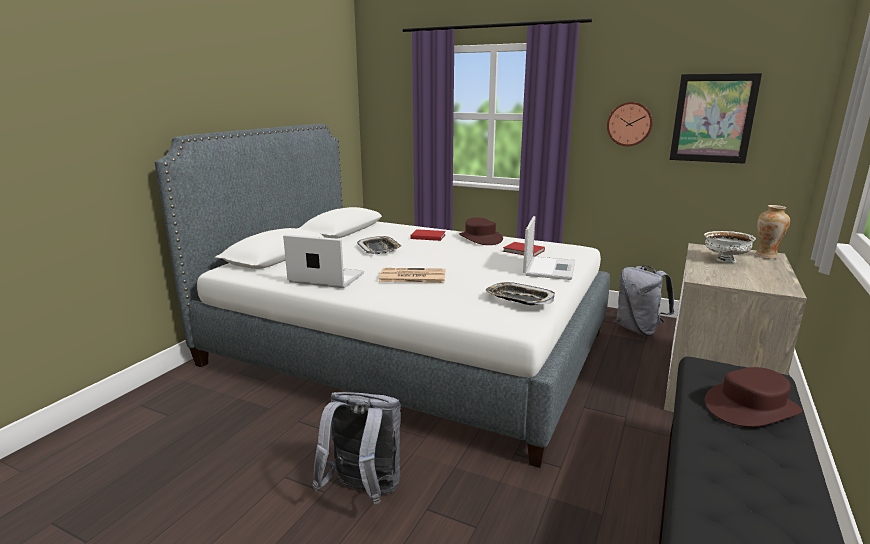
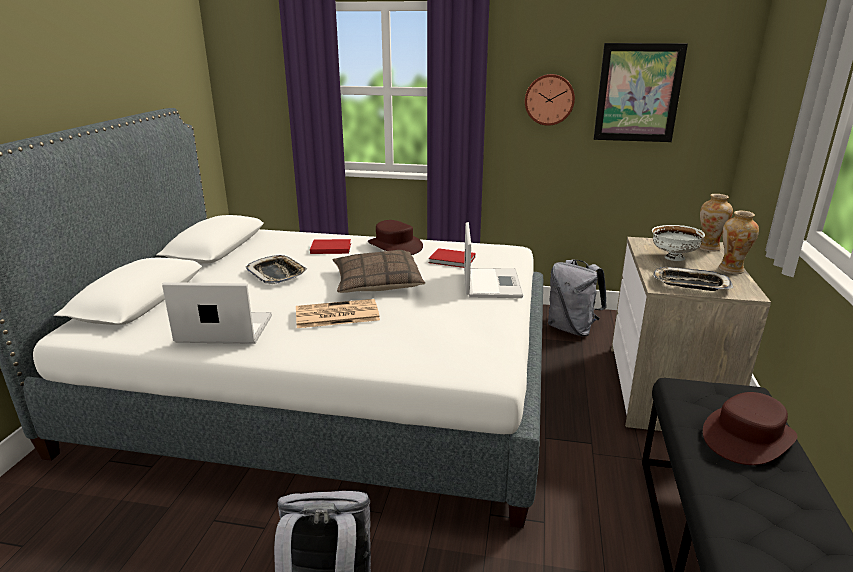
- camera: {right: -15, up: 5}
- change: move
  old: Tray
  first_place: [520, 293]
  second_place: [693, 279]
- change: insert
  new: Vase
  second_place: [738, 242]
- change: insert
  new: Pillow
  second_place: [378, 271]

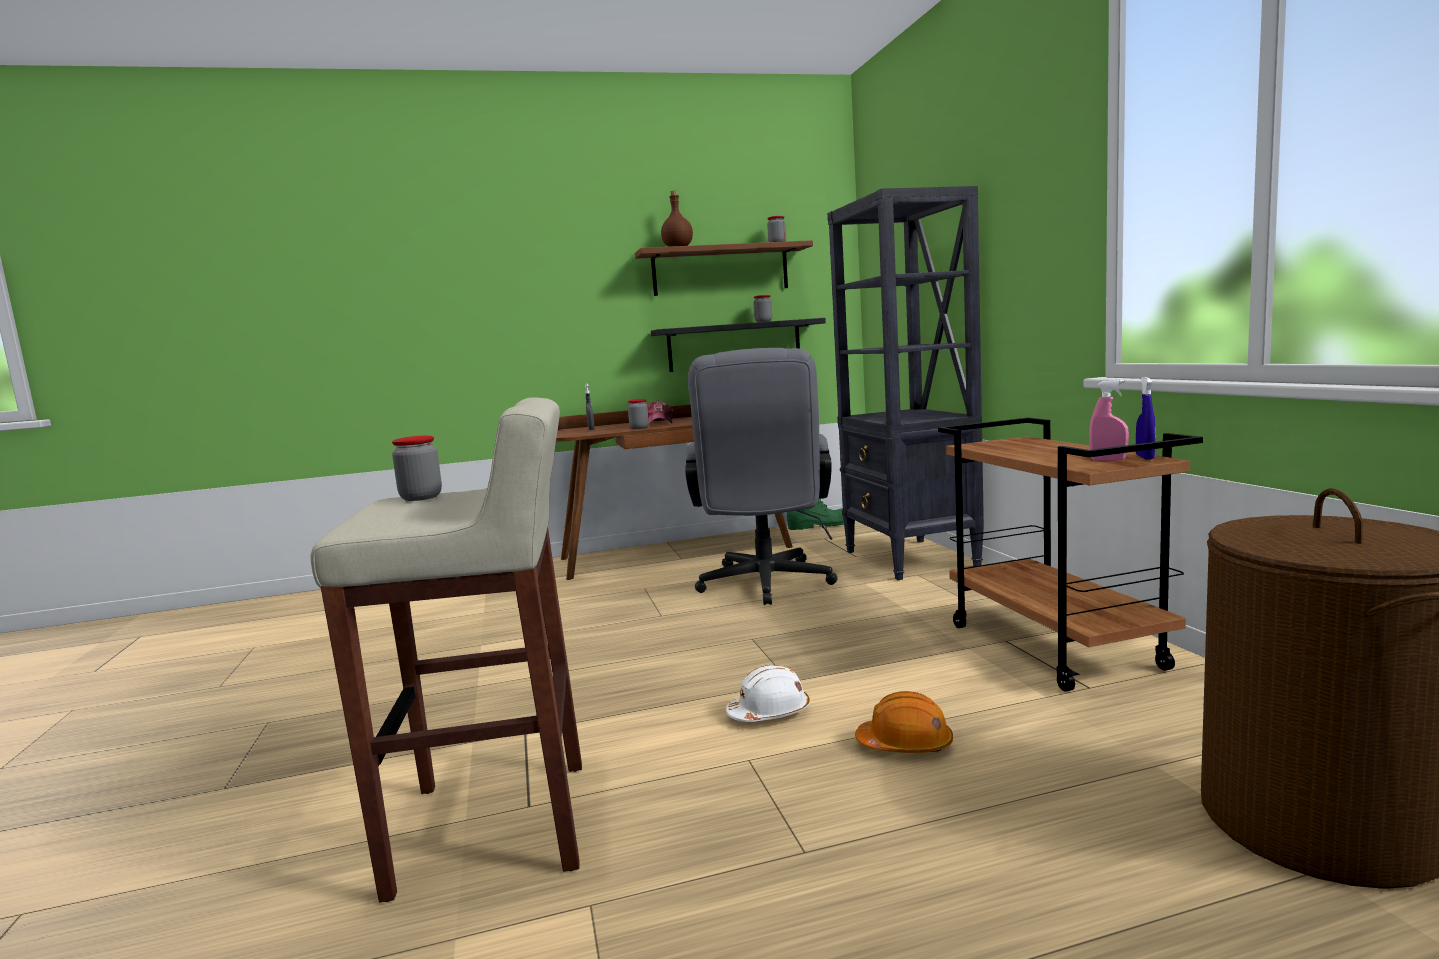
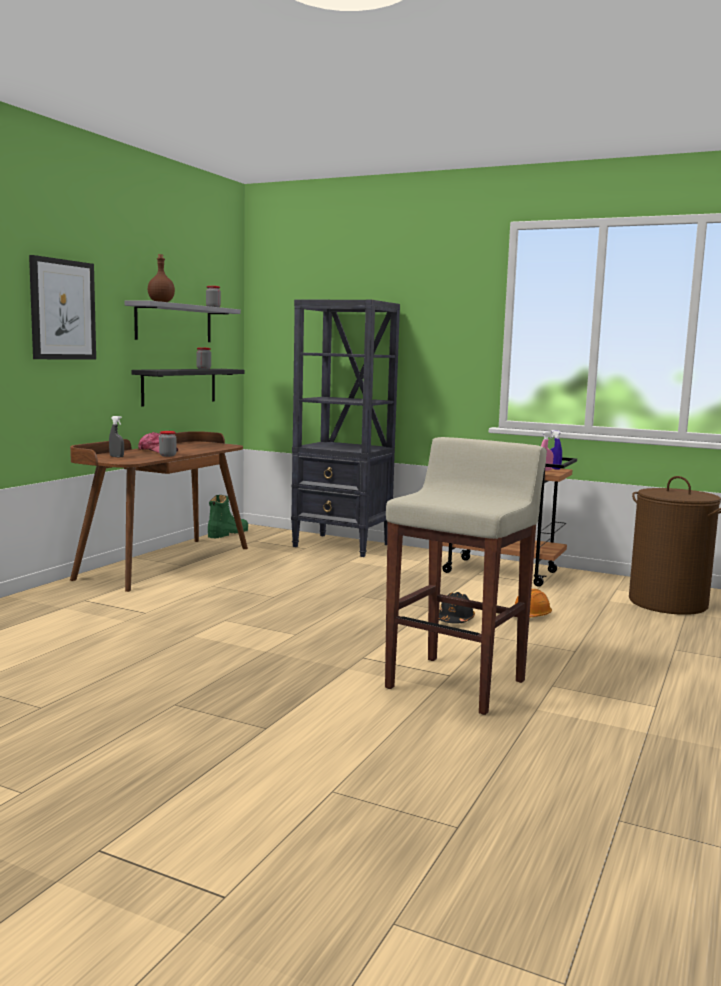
- camera: {right: -50, up: 0}
- change: recolor
  old: BrownShelf
  new: GreyShelf
  first_place: [723, 268]
  second_place: [183, 321]
- change: delete
  old: GreyOfficeChair
  first_place: [761, 476]
- change: delete
  old: Jar
  first_place: [417, 468]
- change: recolor
  old: WhiteHardHat
  new: BlackHardHat
  first_place: [768, 693]
  second_place: [457, 607]
- change: insert
  new: Picture
  second_place: [62, 307]

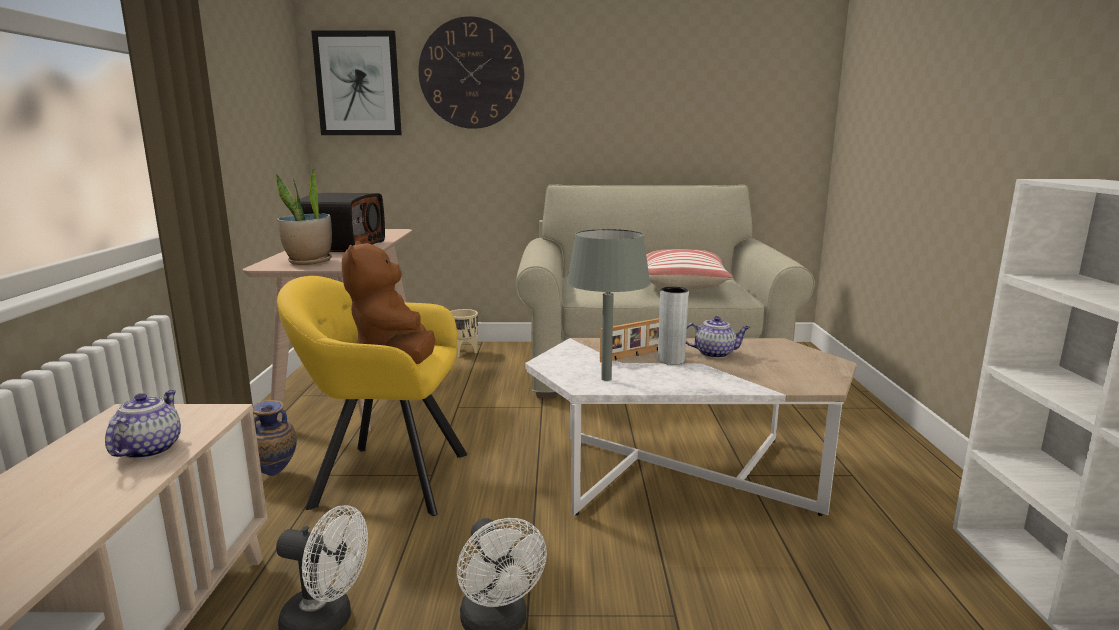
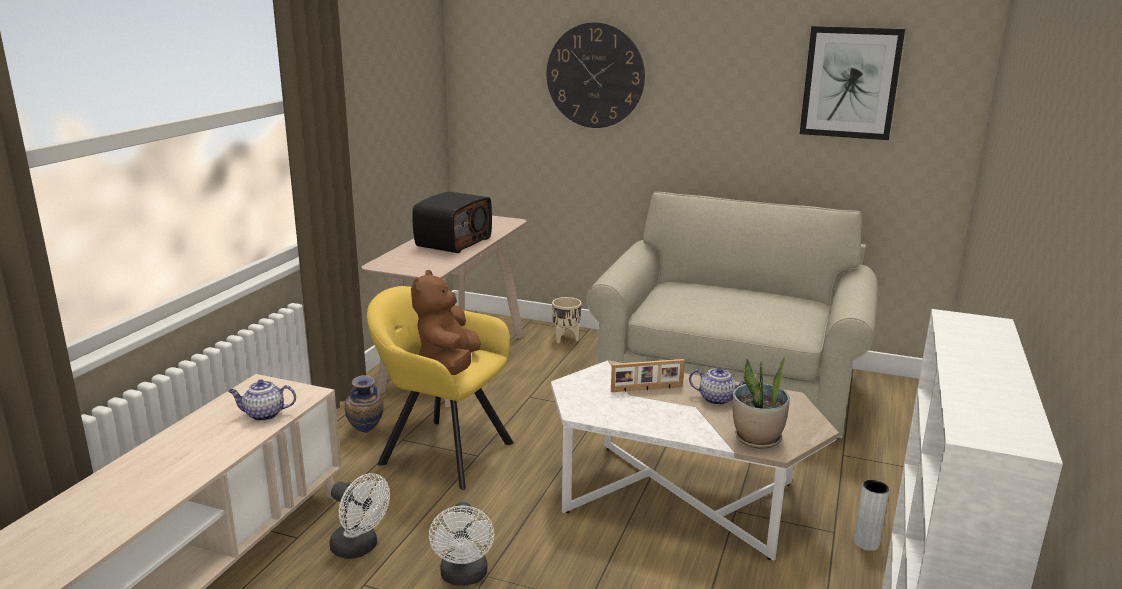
- camera: {right: 20, up: 5}
- change: move
  old: Picture
  first_place: [356, 83]
  second_place: [852, 83]
- change: move
  old: PottedPlant
  first_place: [304, 216]
  second_place: [761, 401]
- change: delete
  old: GreyTableLamp
  first_place: [609, 305]
- change: delete
  old: Pillow
  first_place: [689, 269]
- change: move
  old: GreyVase
  first_place: [673, 326]
  second_place: [871, 515]
- change: rotate
  old: Teapot
  first_place: [143, 424]
  second_place: [262, 400]
  degrees: -120

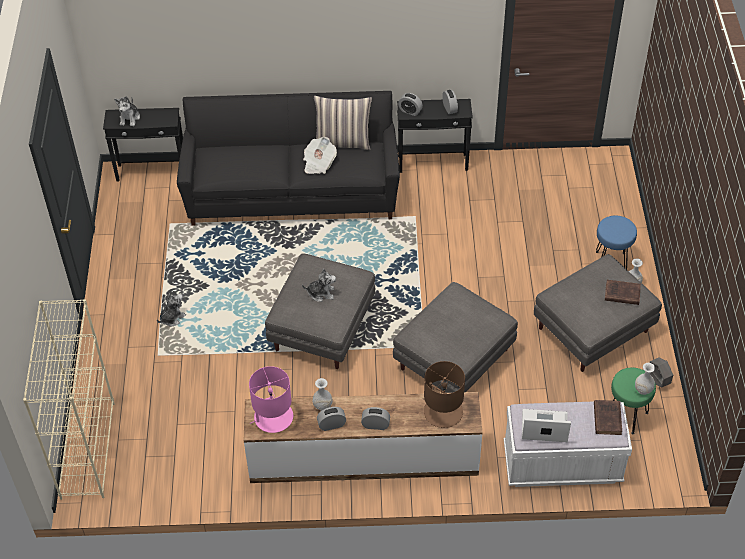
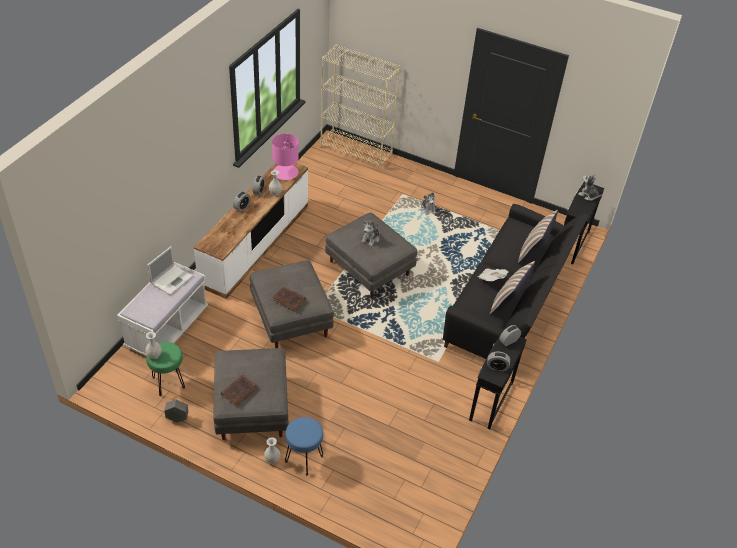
- camera: {right: 115, up: -5}
- change: delete
  old: BrownTableLamp
  first_place: [444, 394]
- change: move
  old: BrownBook
  first_place: [608, 417]
  second_place: [289, 298]
- change: insert
  new: Pillow
  second_place: [538, 236]

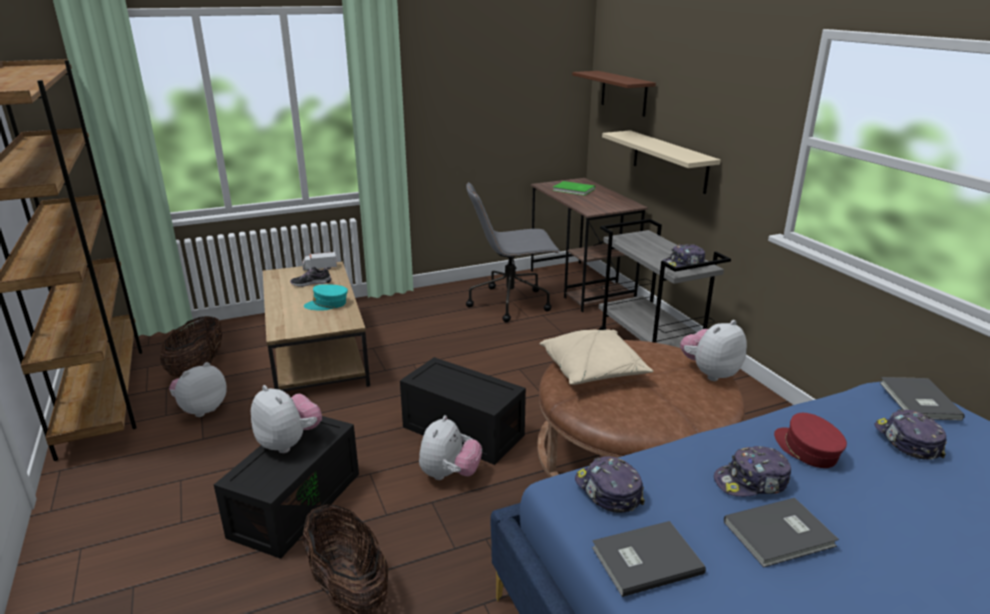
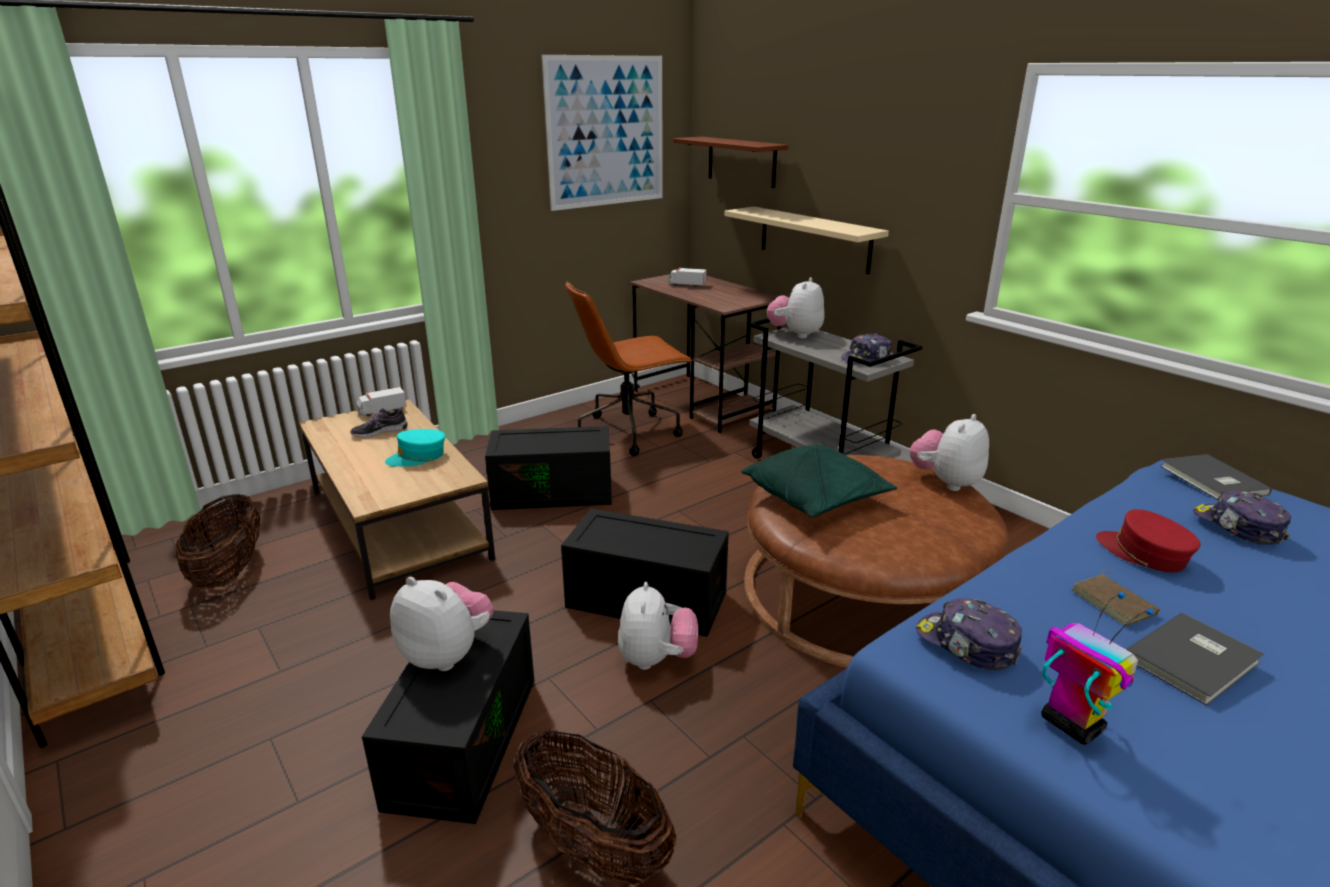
- camera: {right: -15, up: 0}
- change: replace
  old: GreenBook
  new: ToyTruck
  first_place: [574, 188]
  second_place: [687, 277]
- change: recolor
  old: GreyOfficeChair
  new: BrownOfficeChair
  first_place: [513, 252]
  second_place: [629, 368]
- change: recolor
  old: BeigePillow
  new: GreenPillow
  first_place: [596, 357]
  second_place: [819, 480]
- change: move
  old: PlushToy
  first_place: [198, 389]
  second_place: [796, 307]
- change: replace
  old: Cap
  new: BrownBook
  first_place: [752, 471]
  second_place: [1115, 598]
- change: replace
  old: GreyBook
  new: ToyRobot
  first_place: [649, 559]
  second_place: [1097, 668]
- change: insert
  new: Picture
  second_place: [601, 133]
- change: insert
  new: BlackStorageBox
  second_place: [548, 468]

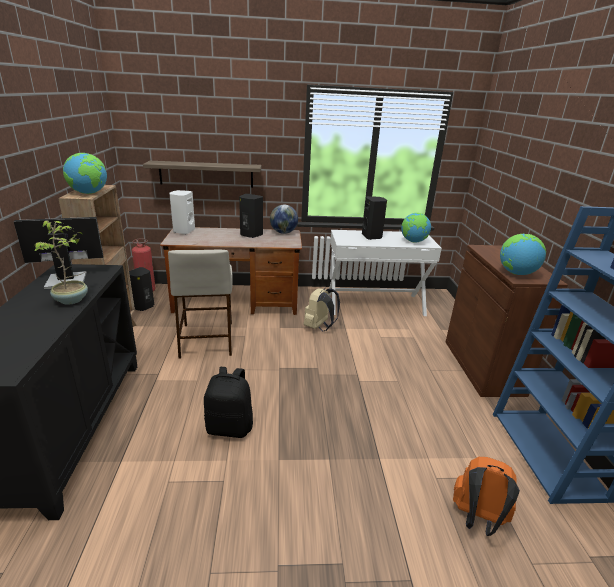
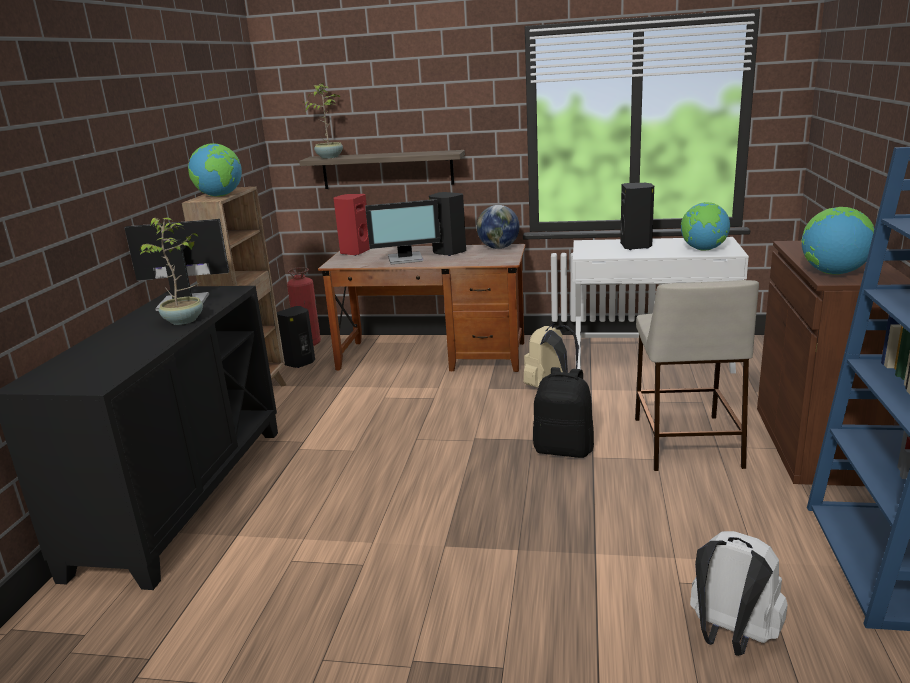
- camera: {right: 15, up: -5}
- change: recolor
  old: WhiteSpeaker
  new: RedSpeaker
  first_place: [182, 212]
  second_place: [352, 225]
- change: move
  old: BeigeStool
  first_place: [200, 304]
  second_place: [697, 375]
- change: move
  old: BlackBackpack
  first_place: [228, 402]
  second_place: [563, 412]
- change: recolor
  old: OrangeBackpack
  new: WhiteBackpack
  first_place: [486, 496]
  second_place: [739, 593]
- change: insert
  new: PottedPlant
  second_place: [322, 121]
- change: insert
  new: Monitor
  second_place: [402, 231]

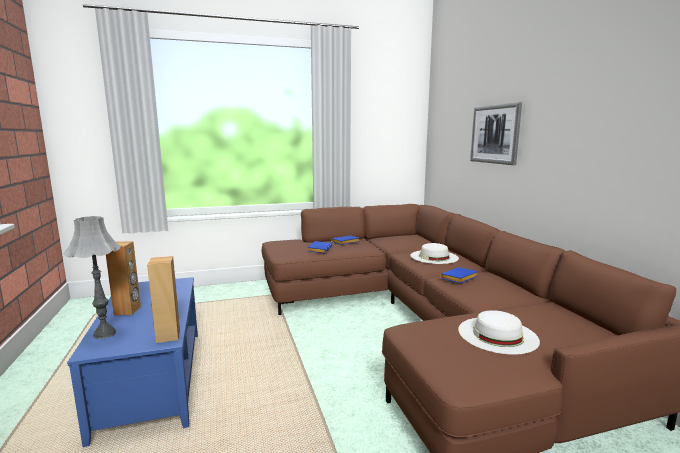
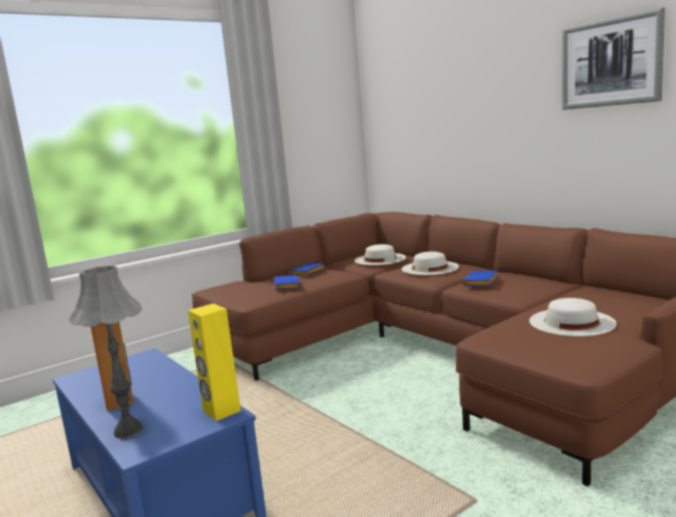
- camera: {right: -20, up: 0}
- change: move
  old: Picture
  first_place: [496, 133]
  second_place: [613, 59]
- change: recolor
  old: BrownSpeaker
  new: YellowSpeaker
  first_place: [163, 299]
  second_place: [214, 362]
- change: insert
  new: WhiteHat
  second_place: [380, 254]

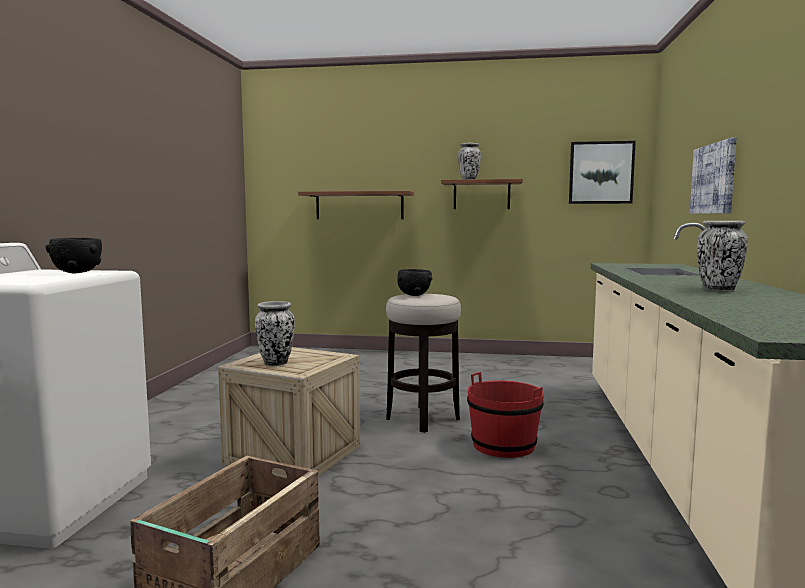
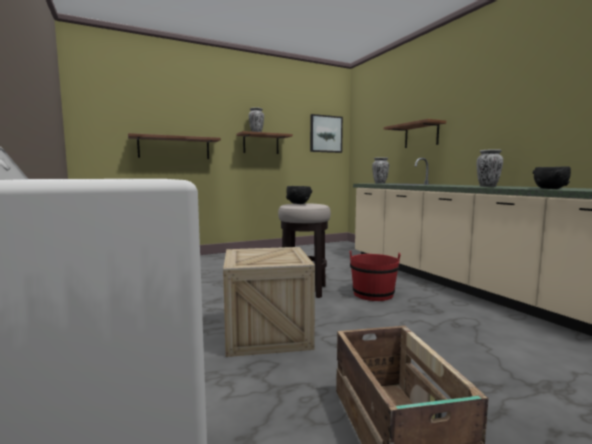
- camera: {right: -35, up: 0}
- change: replace
  old: Picture
  new: BrownShelf
  first_place: [713, 175]
  second_place: [415, 133]
- change: move
  old: BlackBowl
  first_place: [73, 255]
  second_place: [552, 177]
- change: move
  old: Vase
  first_place: [275, 333]
  second_place: [380, 170]

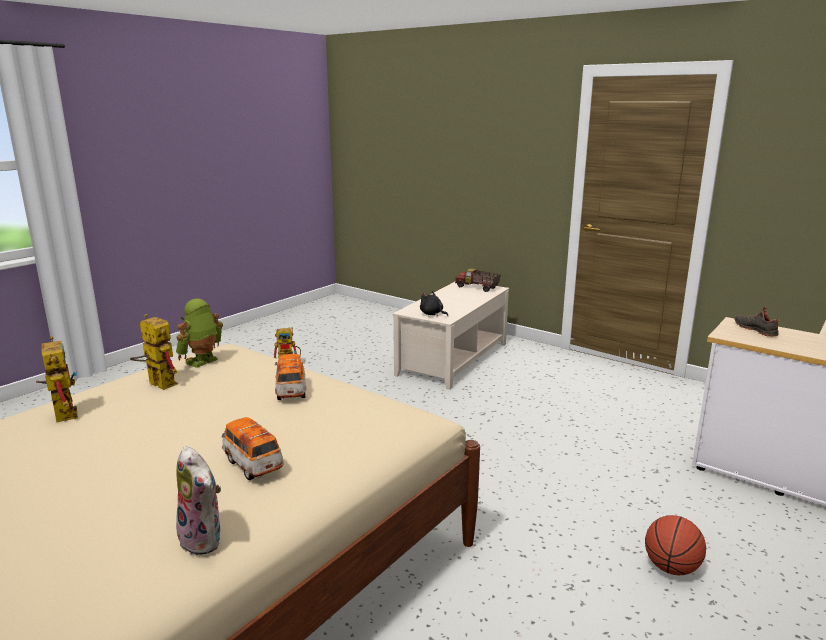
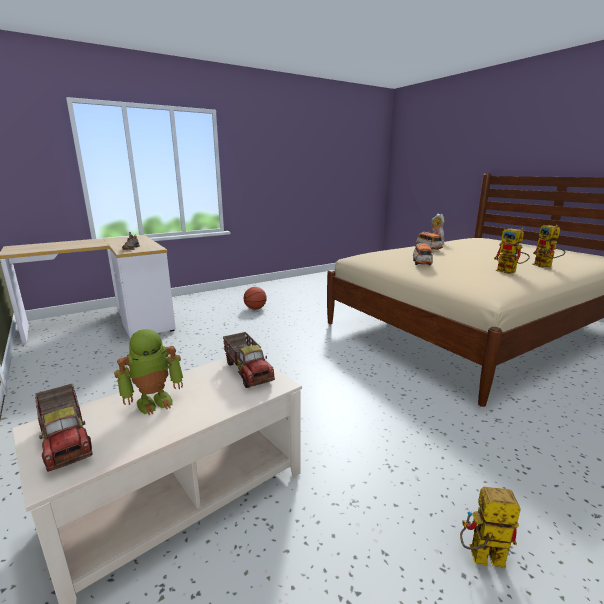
- camera: {right: -160, up: 0}
- change: replace
  old: BlackPlushToy
  new: ToyTruck
  first_place: [434, 303]
  second_place: [249, 360]
- change: move
  old: ToyRobot
  first_place: [199, 333]
  second_place: [149, 372]

